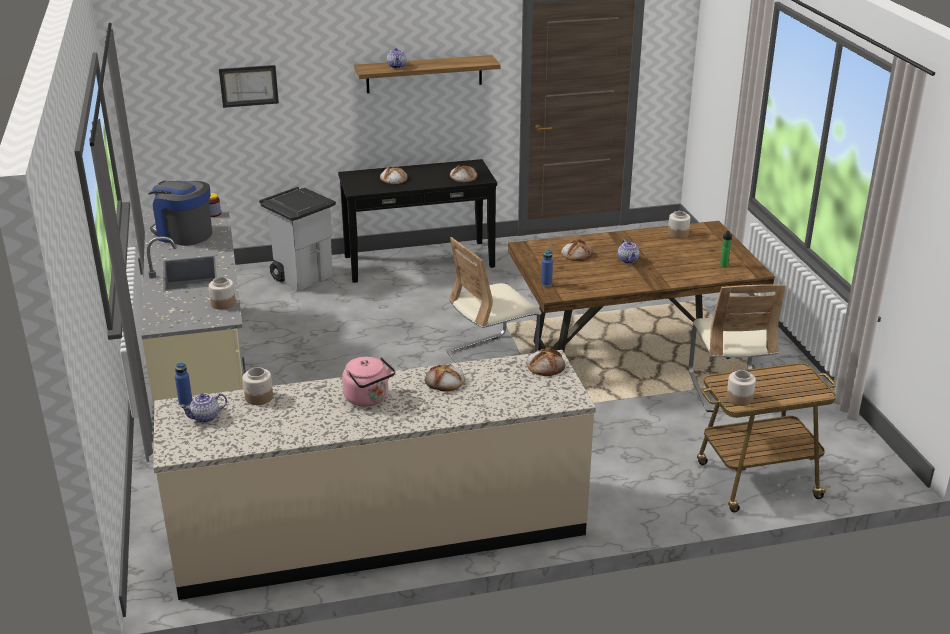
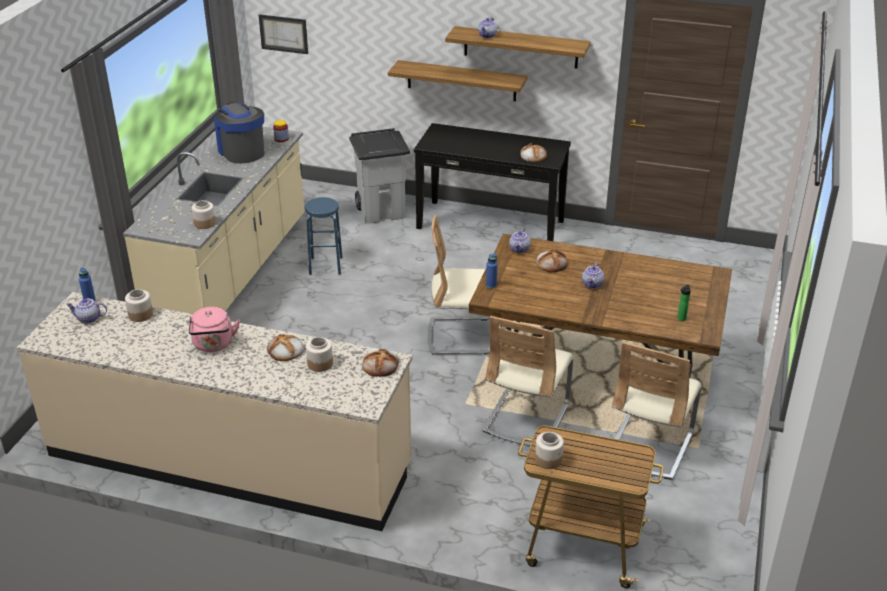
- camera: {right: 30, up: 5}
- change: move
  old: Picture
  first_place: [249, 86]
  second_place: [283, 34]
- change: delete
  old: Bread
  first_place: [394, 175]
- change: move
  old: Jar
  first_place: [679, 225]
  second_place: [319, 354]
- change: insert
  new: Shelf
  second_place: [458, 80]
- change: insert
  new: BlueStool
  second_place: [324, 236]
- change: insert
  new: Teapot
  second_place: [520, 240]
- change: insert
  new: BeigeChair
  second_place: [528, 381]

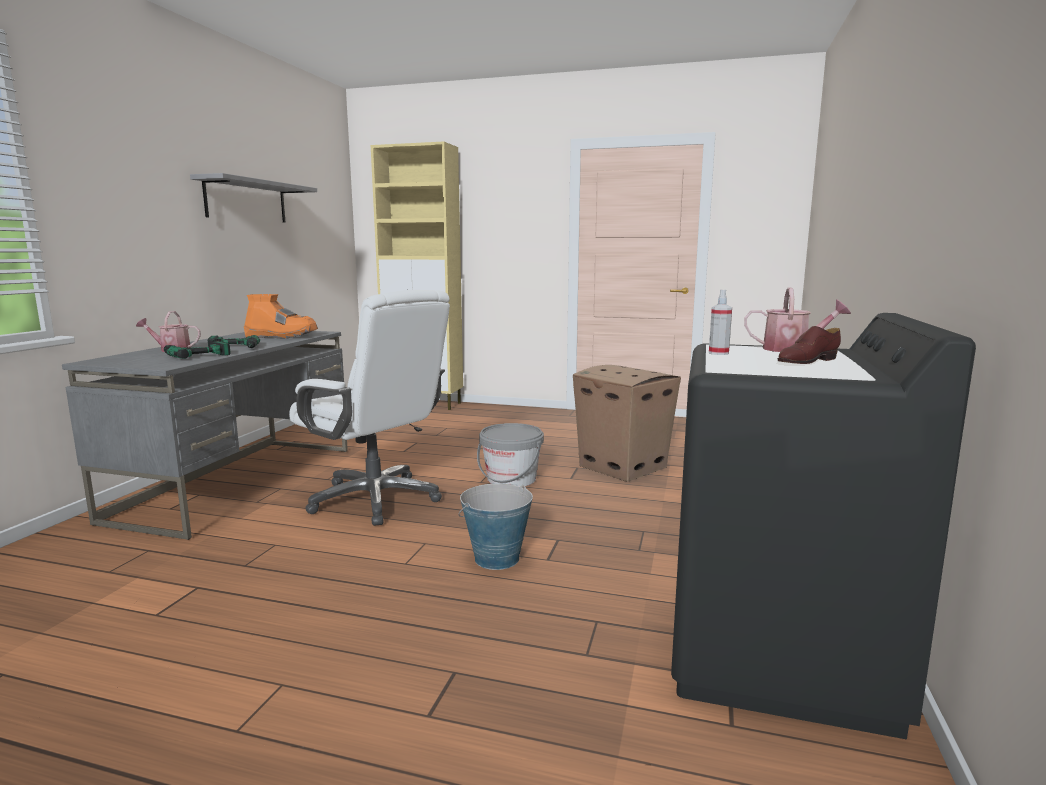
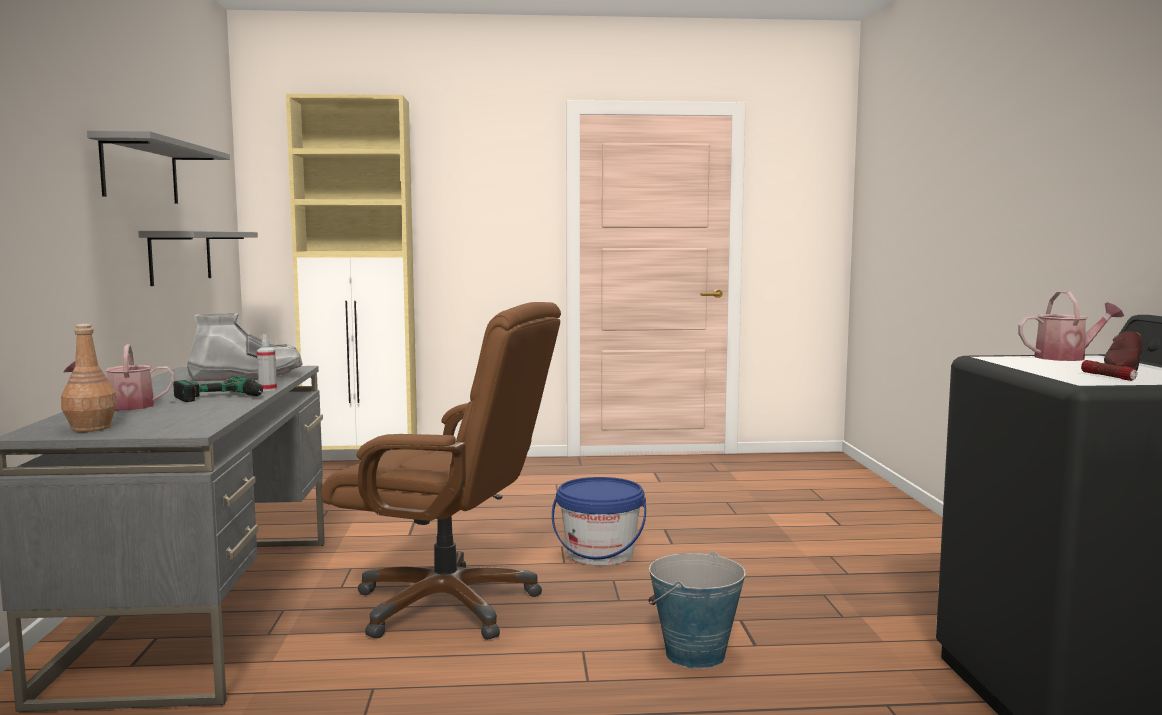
- camera: {right: -20, up: -5}
- change: move
  old: SprayBottle
  first_place: [720, 322]
  second_place: [267, 362]
- change: recolor
  old: WhiteOfficeChair
  new: BrownOfficeChair
  first_place: [369, 408]
  second_place: [441, 471]
- change: recolor
  old: OrangeBoot
  new: GreyBoot
  first_place: [281, 316]
  second_place: [245, 347]
- change: delete
  old: PowerDrill
  first_place: [197, 350]
- change: delete
  old: CardboardBox
  first_place: [627, 423]
- change: recolor
  old: GreyBucket
  new: BlueBucket
  first_place: [510, 454]
  second_place: [599, 521]
- change: insert
  new: GreyShelf
  second_place: [198, 258]
- change: insert
  new: BrownBottle
  second_place: [89, 378]
- change: insert
  new: Flashlight
  second_place: [1109, 370]

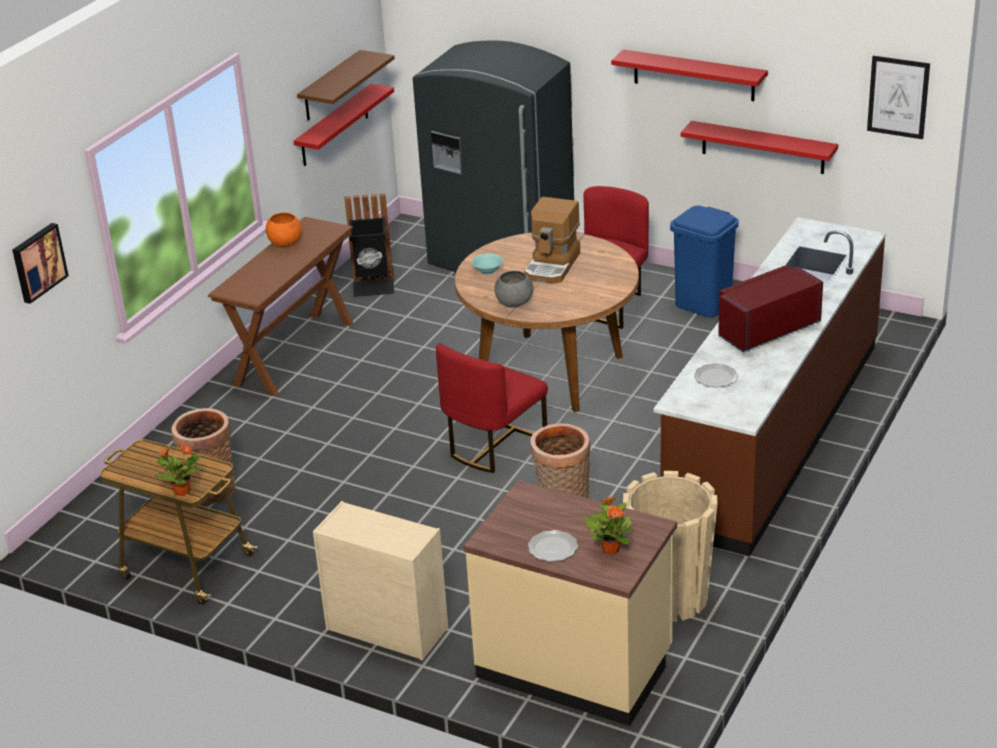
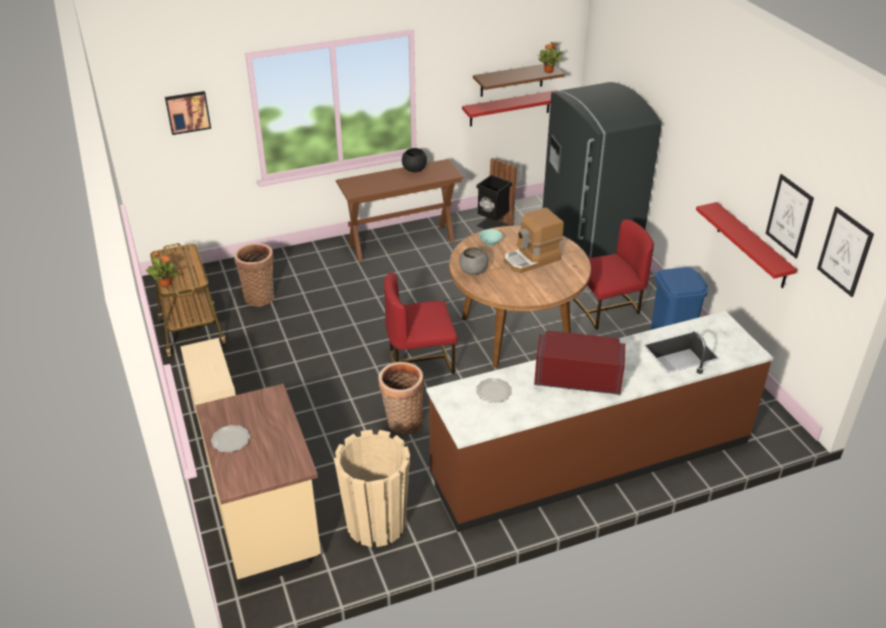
- camera: {right: 40, up: 5}
- change: delete
  old: RedShelf
  first_place: [689, 75]
- change: recolor
  old: OrangeBowl
  new: BlackBowl
  first_place: [284, 229]
  second_place: [414, 160]
- change: move
  old: PottedPlant
  first_place: [608, 526]
  second_place: [551, 57]
- change: insert
  new: Picture
  second_place: [789, 216]

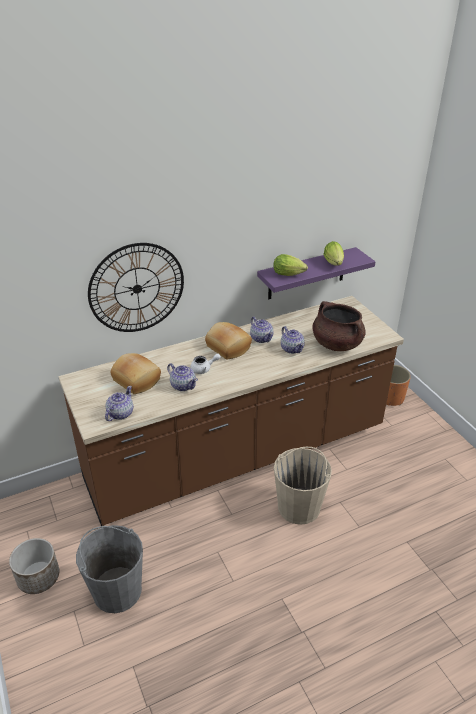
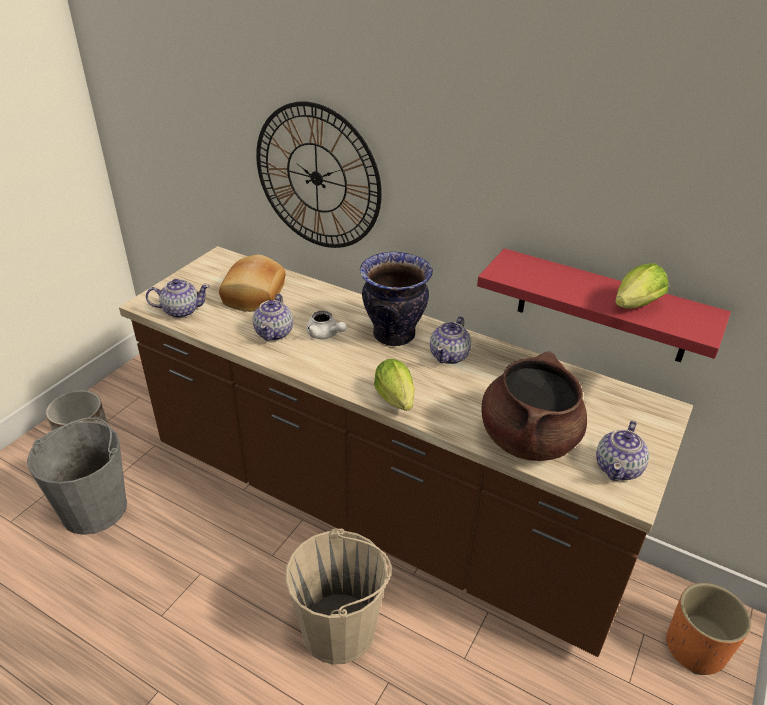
- camera: {right: 55, up: 0}
- change: recolor
  old: PurpleShelf
  new: RedShelf
  first_place: [316, 273]
  second_place: [604, 305]
- change: move
  old: Lettuce
  first_place: [290, 265]
  second_place: [394, 385]
- change: replace
  old: Bread
  new: Vase
  first_place: [228, 340]
  second_place: [396, 299]
- change: move
  old: Teapot
  first_place: [293, 340]
  second_place: [622, 451]

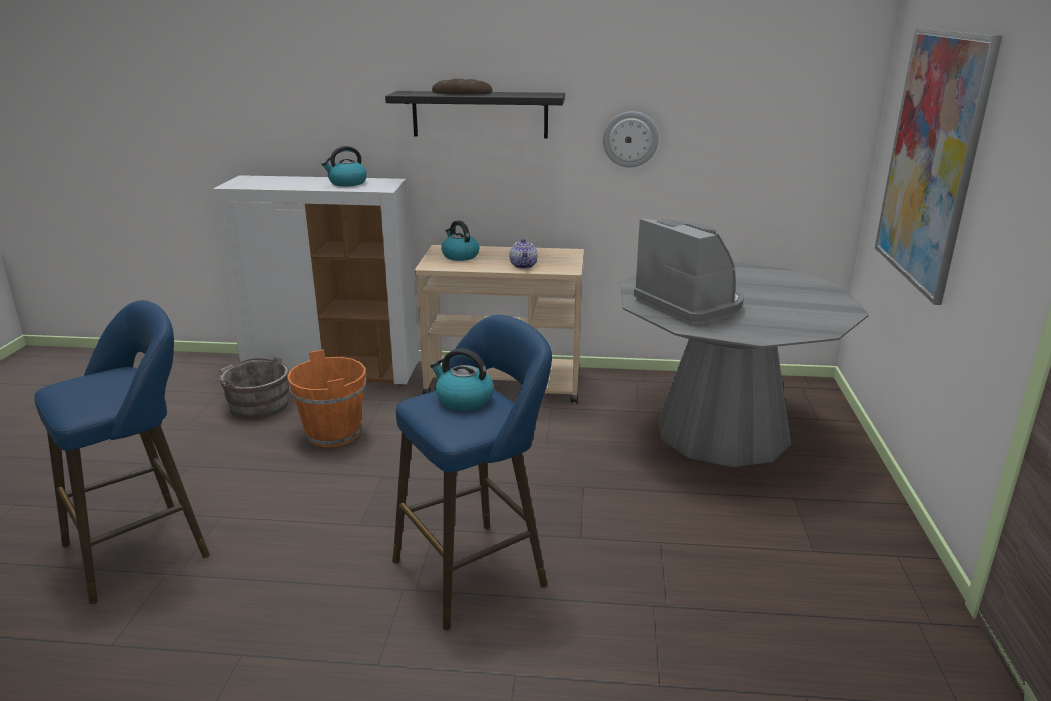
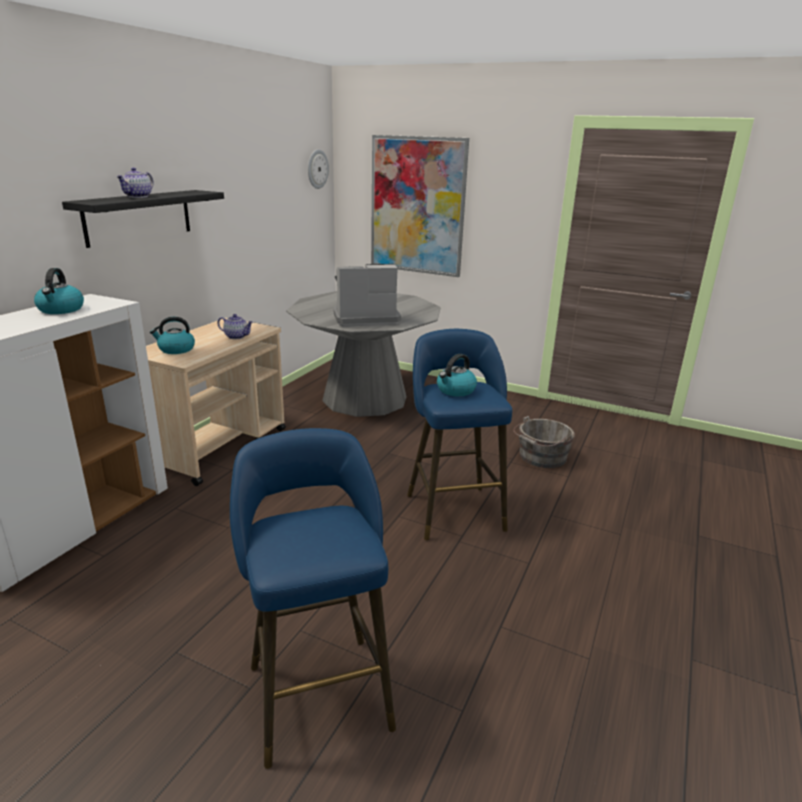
- camera: {right: -70, up: 0}
- change: replace
  old: Bread
  new: Teapot
  first_place: [462, 86]
  second_place: [135, 183]
- change: move
  old: WallClock
  first_place: [631, 139]
  second_place: [318, 169]
- change: delete
  old: OrangeBucket
  first_place: [326, 398]
- change: move
  old: GreyBucket
  first_place: [250, 387]
  second_place: [544, 442]

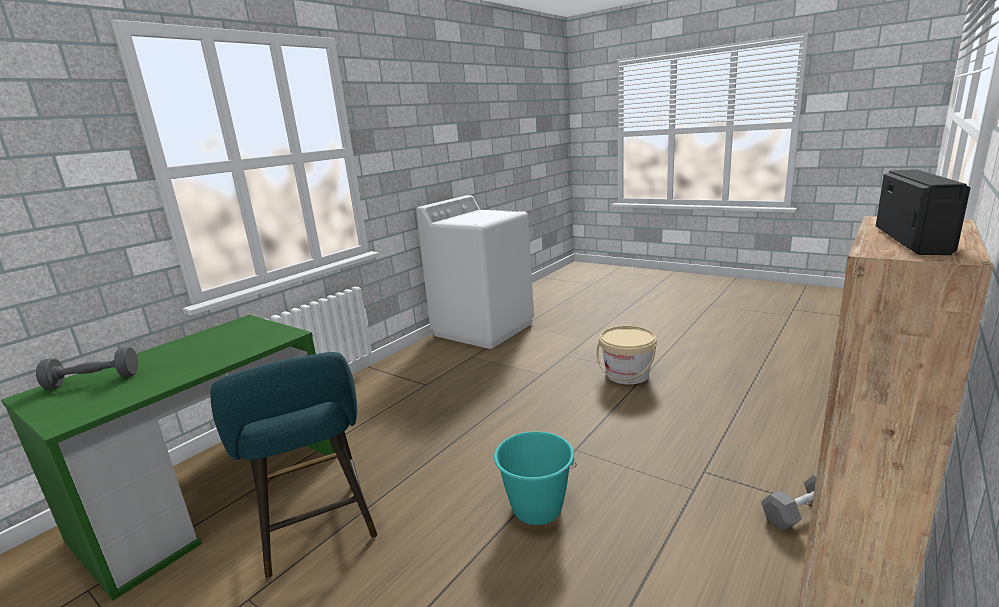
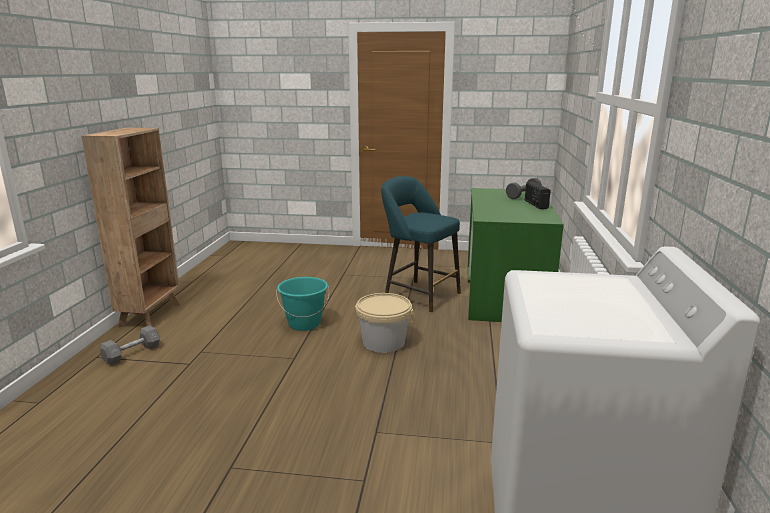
- camera: {right: 150, up: 0}
- change: move
  old: Radio
  first_place: [923, 212]
  second_place: [538, 195]
- change: move
  old: BeigeBucket
  first_place: [626, 355]
  second_place: [385, 323]

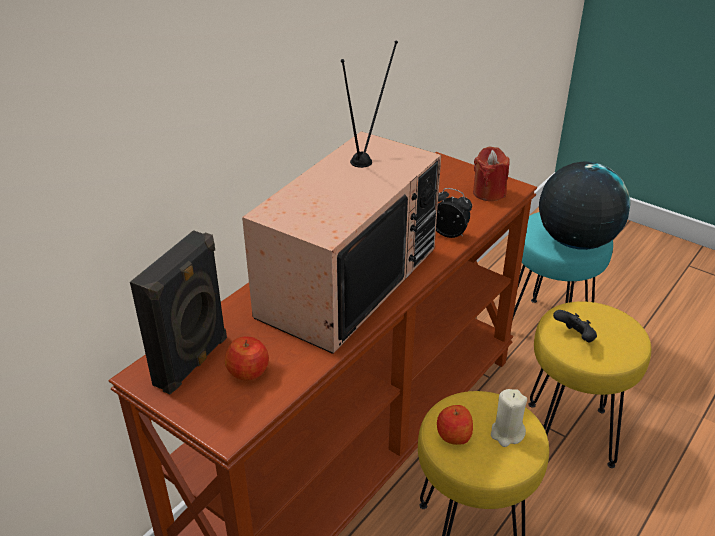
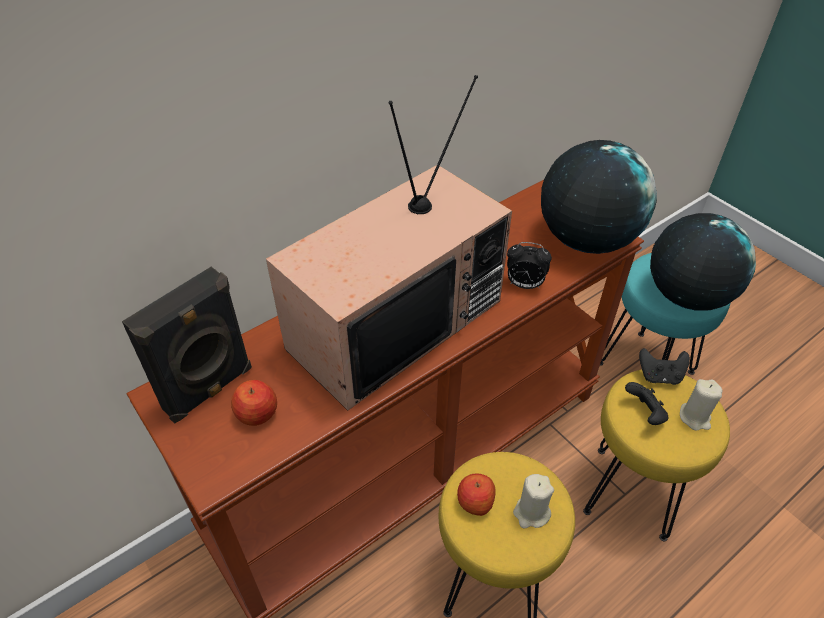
- camera: {right: 15, up: 10}
- change: replace
  old: RedCandle
  new: Globe
  first_place: [491, 174]
  second_place: [599, 197]
- change: rotate
  old: AlarmClock
  first_place: [454, 213]
  second_place: [529, 265]
  degrees: 150
- change: insert
  new: BlackGameController
  second_place: [664, 366]
- change: insert
  new: BeigeCandle
  second_place: [701, 405]

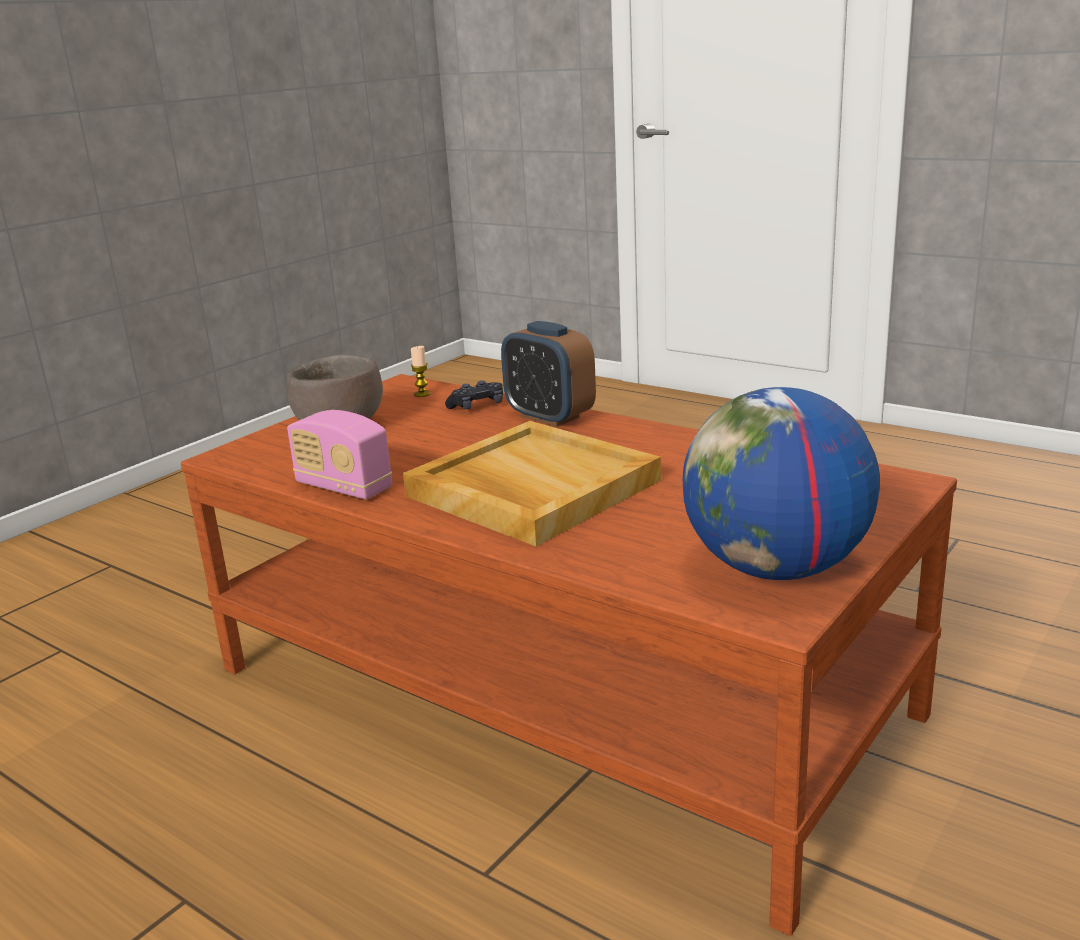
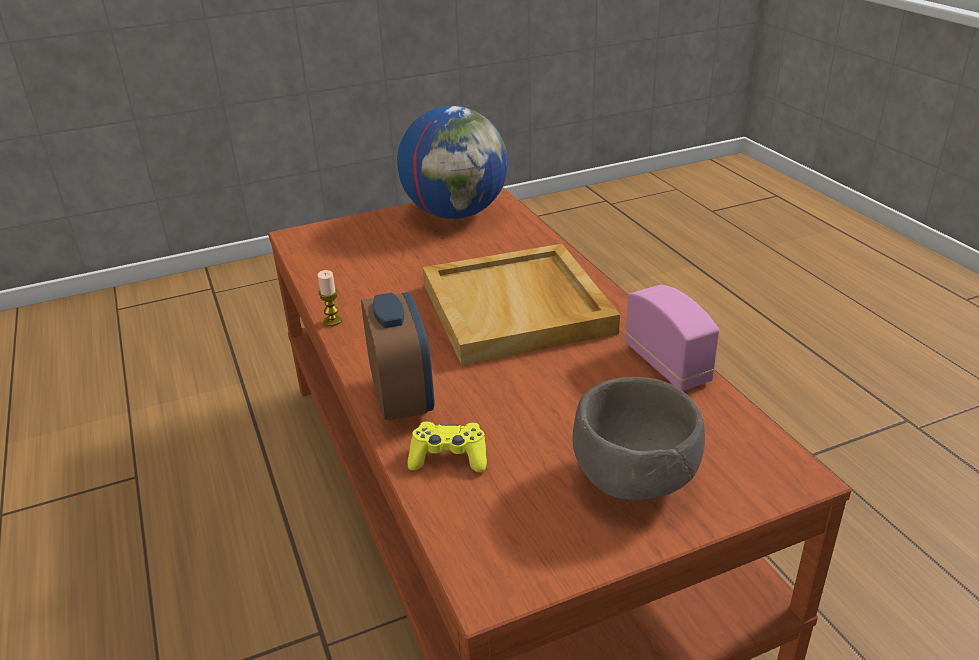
- camera: {right: -150, up: 10}
- change: move
  old: Candle
  first_place: [421, 371]
  second_place: [330, 298]
- change: recolor
  old: BlackGameController
  new: YellowGameController
  first_place: [474, 395]
  second_place: [447, 447]

